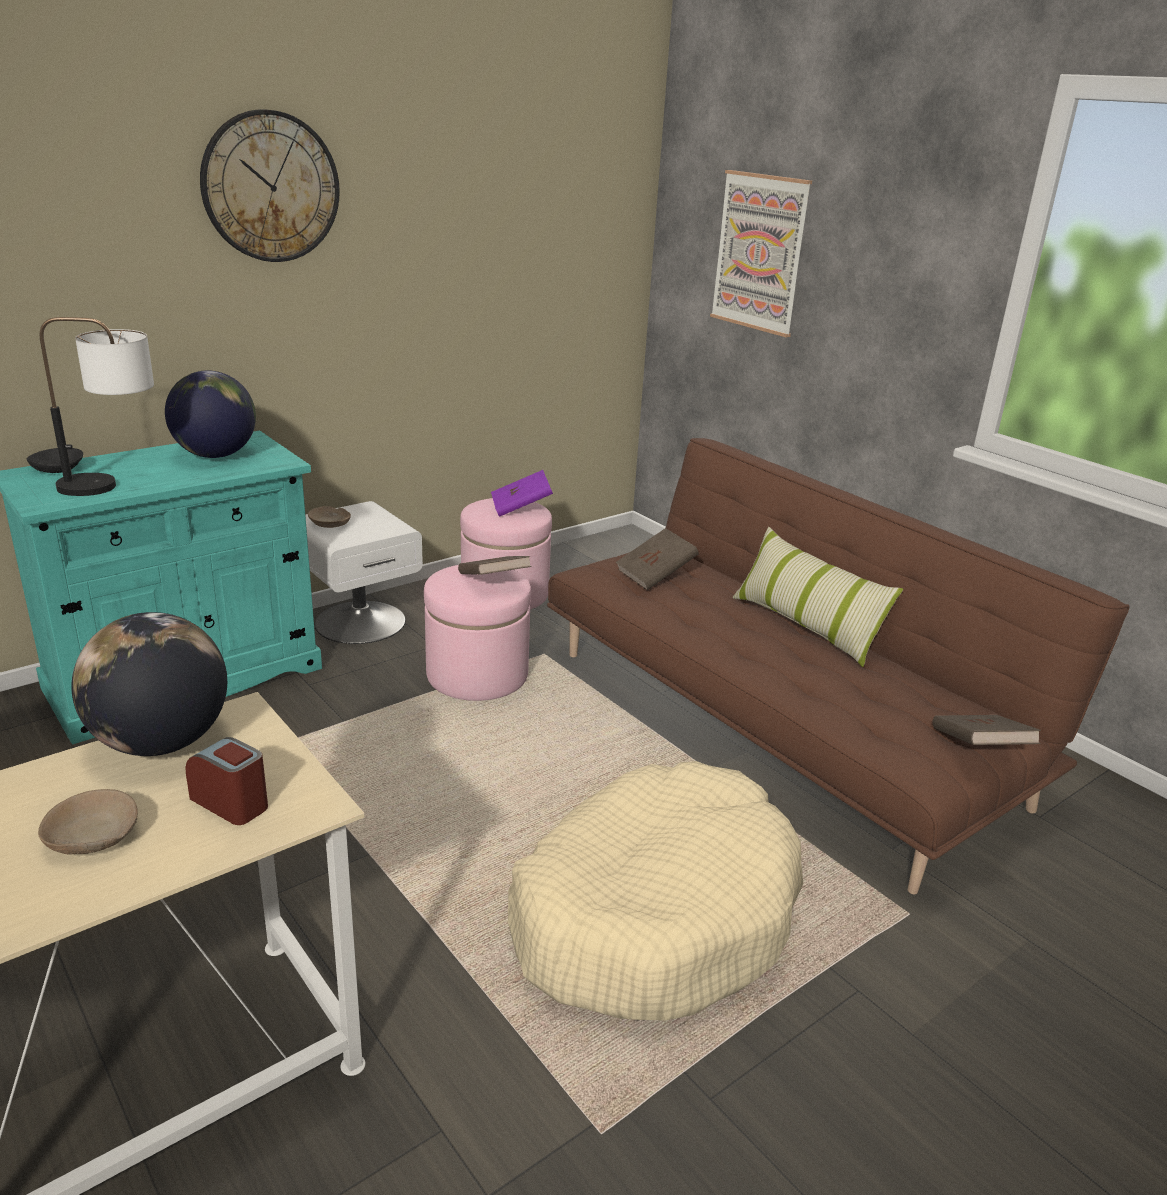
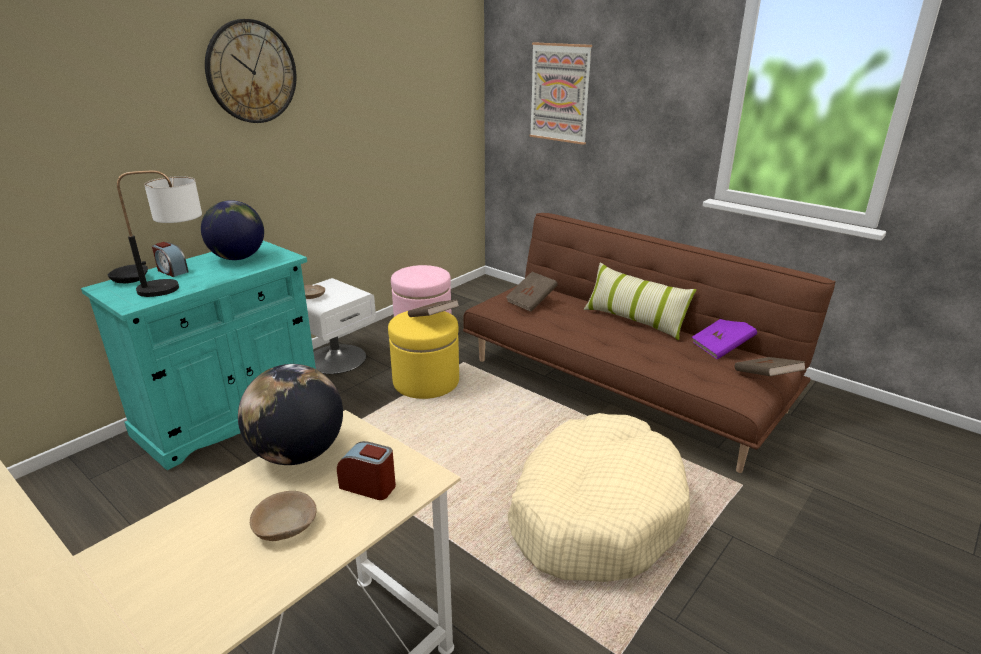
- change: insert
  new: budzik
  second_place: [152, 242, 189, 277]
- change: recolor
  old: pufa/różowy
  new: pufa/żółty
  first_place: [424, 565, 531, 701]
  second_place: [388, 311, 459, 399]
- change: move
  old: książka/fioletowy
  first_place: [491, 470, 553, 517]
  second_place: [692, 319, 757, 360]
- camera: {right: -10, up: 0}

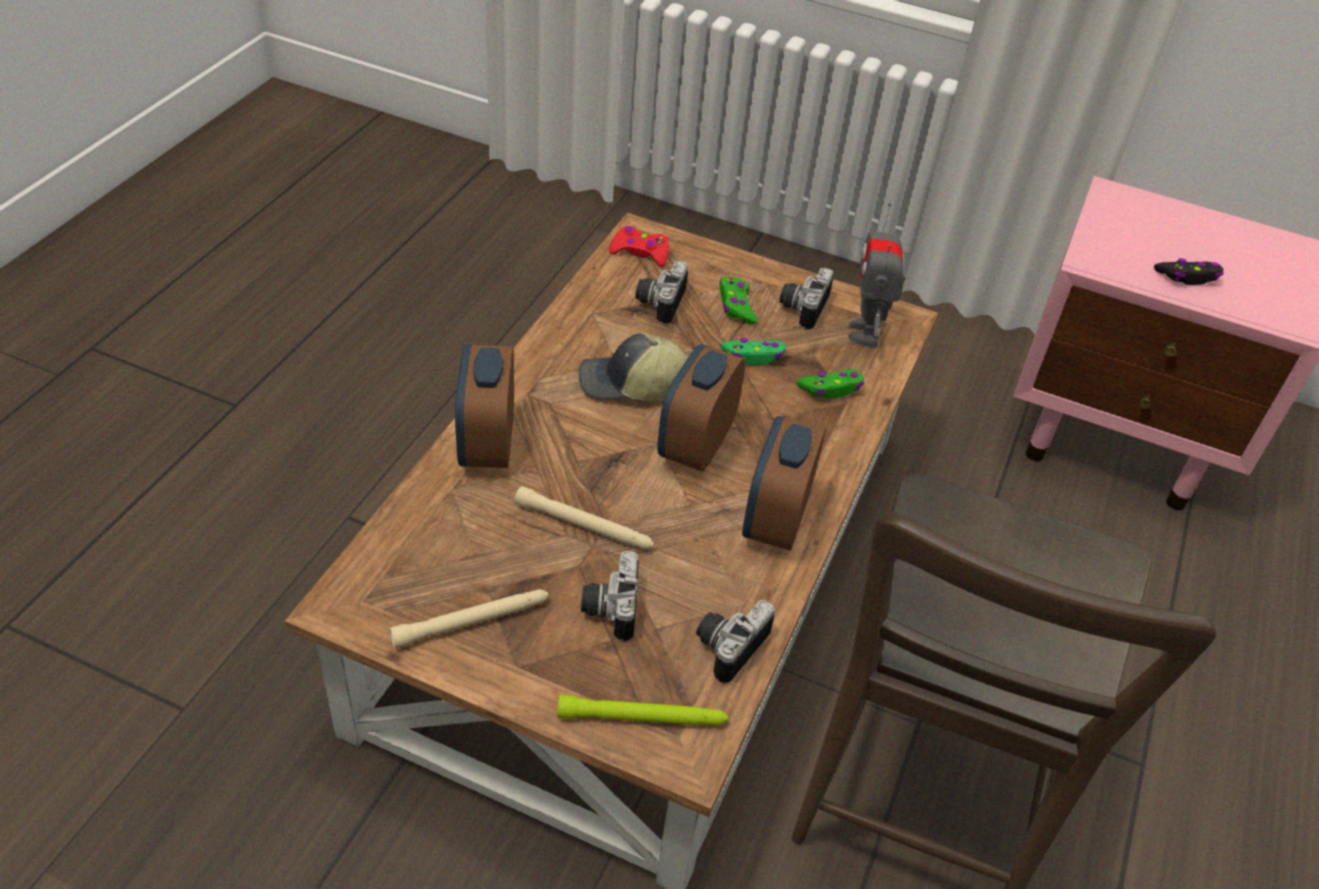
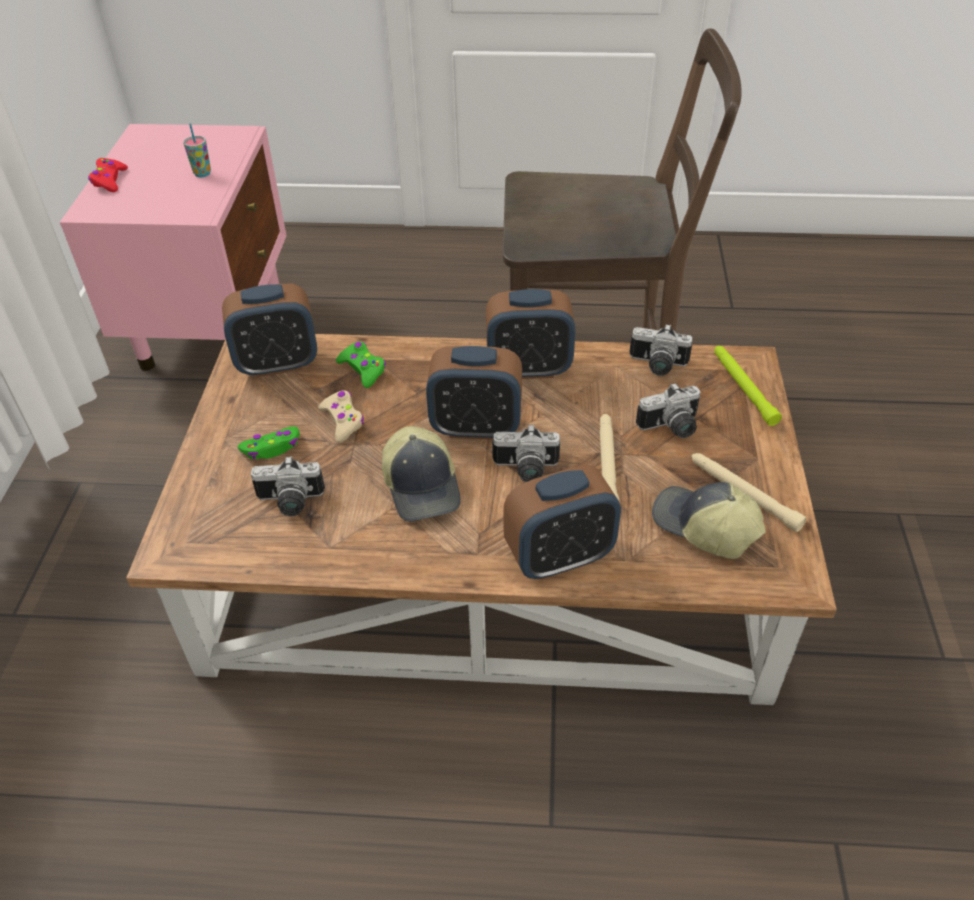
- change: move
  old: pad do gier/czerwony
  first_place: [609, 226, 669, 267]
  second_place: [88, 158, 128, 192]
- change: replace
  old: pad do gier/czarny
  new: filiżanka
  first_place: [1154, 258, 1224, 285]
  second_place: [183, 123, 211, 177]
- change: replace
  old: robot zabawkowy
  new: budzik
  first_place: [848, 203, 904, 348]
  second_place: [222, 284, 317, 378]
- change: recolor
  old: pad do gier/zielony
  new: pad do gier/beżowy
  first_place: [721, 338, 786, 365]
  second_place: [318, 390, 364, 443]
- change: move
  old: aparat fotograficzny
  first_place: [779, 268, 833, 330]
  second_place: [492, 424, 560, 482]
- change: insert
  new: czapka z daszkiem
  second_place: [652, 482, 766, 559]
- camera: {right: -105, up: 0}

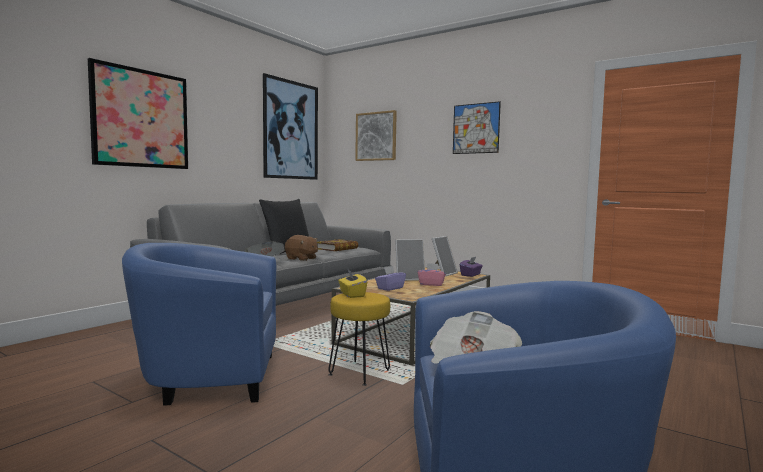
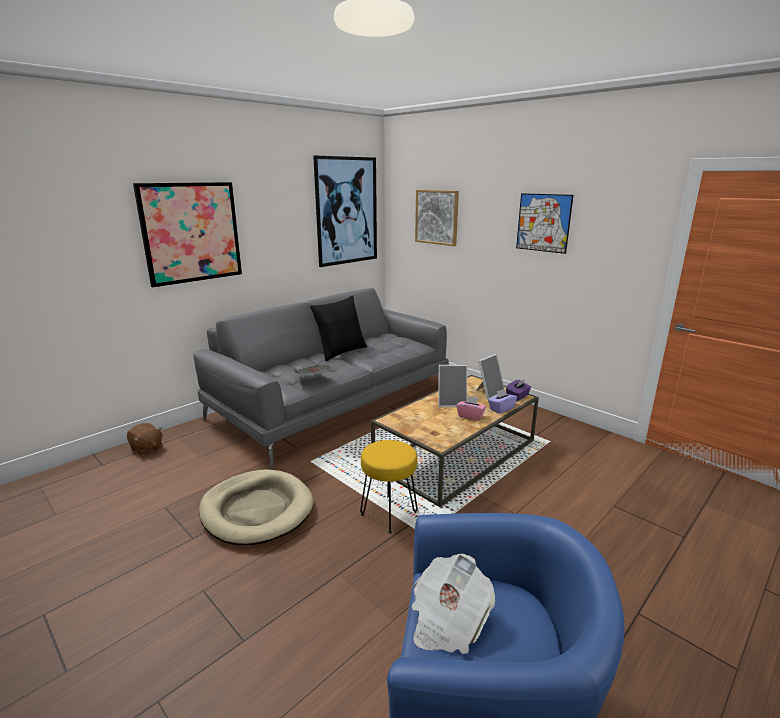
- change: move
  old: pluszak/brązowy
  first_place: [285, 235, 318, 261]
  second_place: [127, 423, 163, 456]
- change: replace
  old: fotel/niebieski
  new: legowisko/beżowy
  first_place: [122, 243, 276, 406]
  second_place: [199, 469, 313, 545]
- change: move
  old: pudełko chusteczek/fioletowy
  first_place: [375, 266, 406, 291]
  second_place: [488, 389, 517, 414]
- change: delete
  old: książka
  first_place: [317, 239, 358, 251]
- change: delete
  old: pudełko chusteczek/żółty
  first_place: [338, 270, 367, 298]
- camera: {right: 10, up: 15}

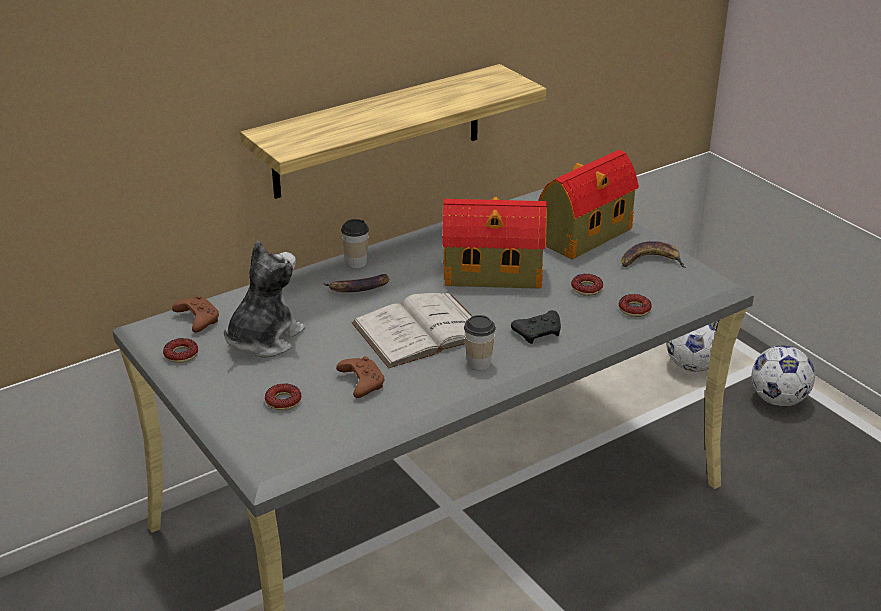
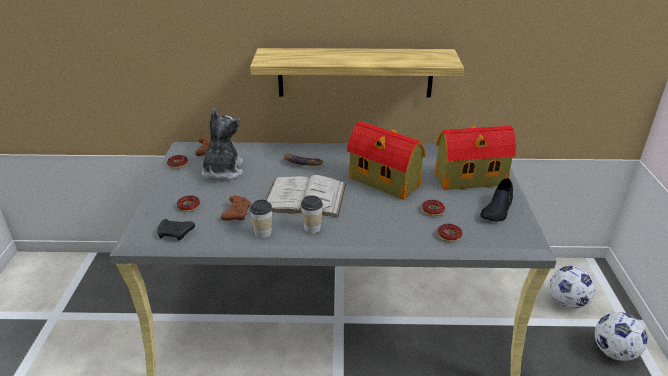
- change: move
  old: pad do gier/czarny
  first_place: [511, 310, 561, 344]
  second_place: [157, 219, 195, 240]
- change: rotate
  old: pluszak
  first_place: [224, 240, 305, 357]
  second_place: [202, 109, 243, 180]
  degrees: -60
- change: move
  old: filiżanka
  first_place: [341, 219, 369, 268]
  second_place: [250, 200, 272, 238]
- change: replace
  old: banan
  new: but/czarny
  first_place: [622, 241, 686, 268]
  second_place: [480, 178, 513, 222]
- camera: {right: 35, up: 0}

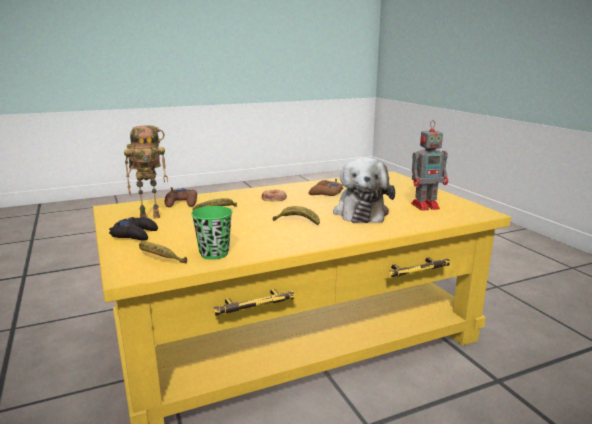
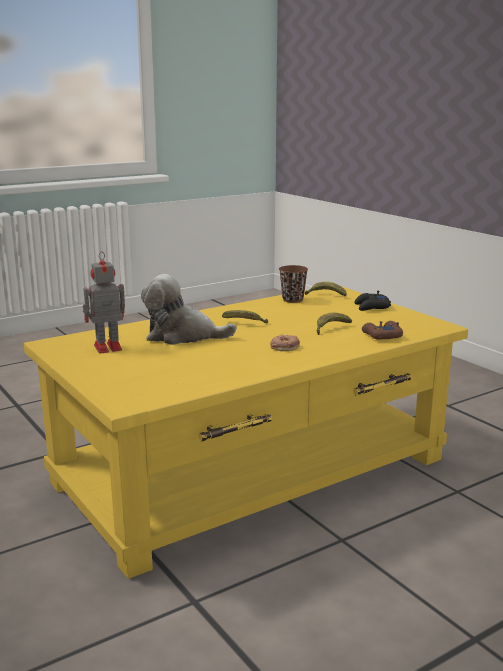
- change: rotate
  old: pluszak
  first_place: [333, 157, 395, 223]
  second_place: [141, 274, 237, 345]
  degrees: -75
- change: recolor
  old: filiżanka/zielony
  new: filiżanka/brązowy
  first_place: [191, 206, 233, 260]
  second_place: [279, 265, 308, 303]
- change: delete
  old: robot zabawkowy
  first_place: [124, 125, 168, 219]
- change: delete
  old: pad do gier/brązowy
  first_place: [309, 179, 344, 196]
- camera: {right: 170, up: 0}

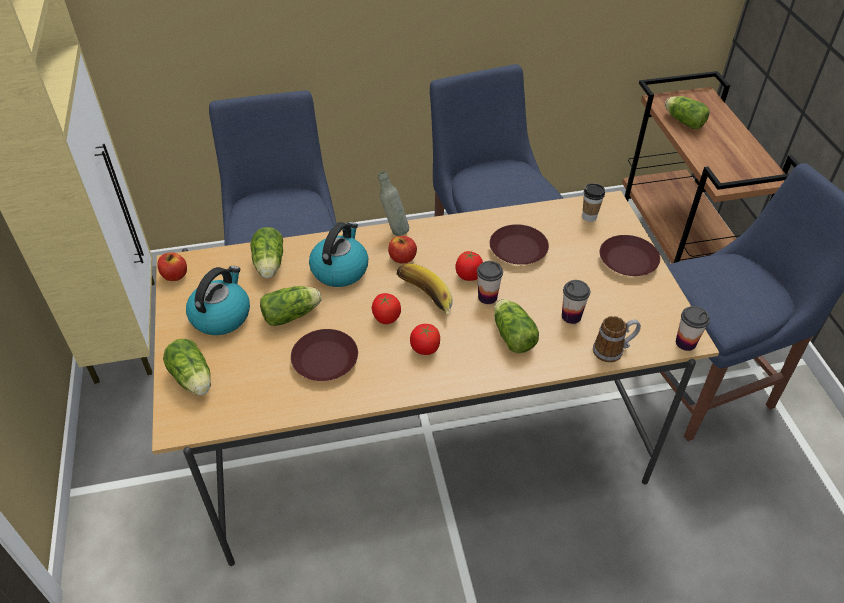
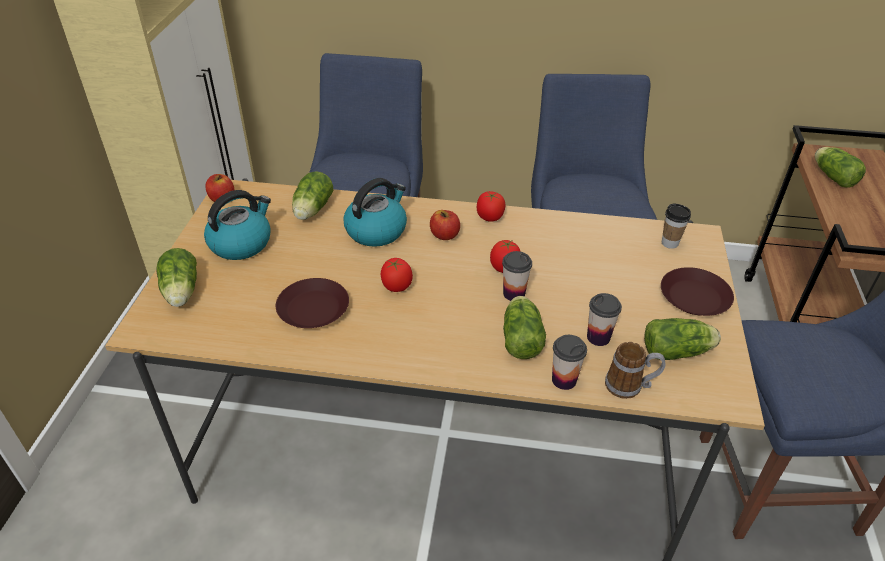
- change: move
  old: pomidor
  first_place: [410, 324, 440, 355]
  second_place: [477, 191, 505, 222]
- change: move
  old: filiżanka
  first_place: [676, 306, 710, 351]
  second_place: [552, 335, 587, 390]
- change: move
  old: sałata
  first_place: [260, 286, 322, 326]
  second_place: [644, 318, 721, 360]
- change: delete
  old: butelka/szary
  first_place: [378, 171, 409, 236]
- change: delete
  old: banan
  first_place: [397, 263, 453, 314]
- change: delete
  old: talerz/brązowy
  first_place: [490, 224, 549, 265]
- camera: {right: 20, up: -5}

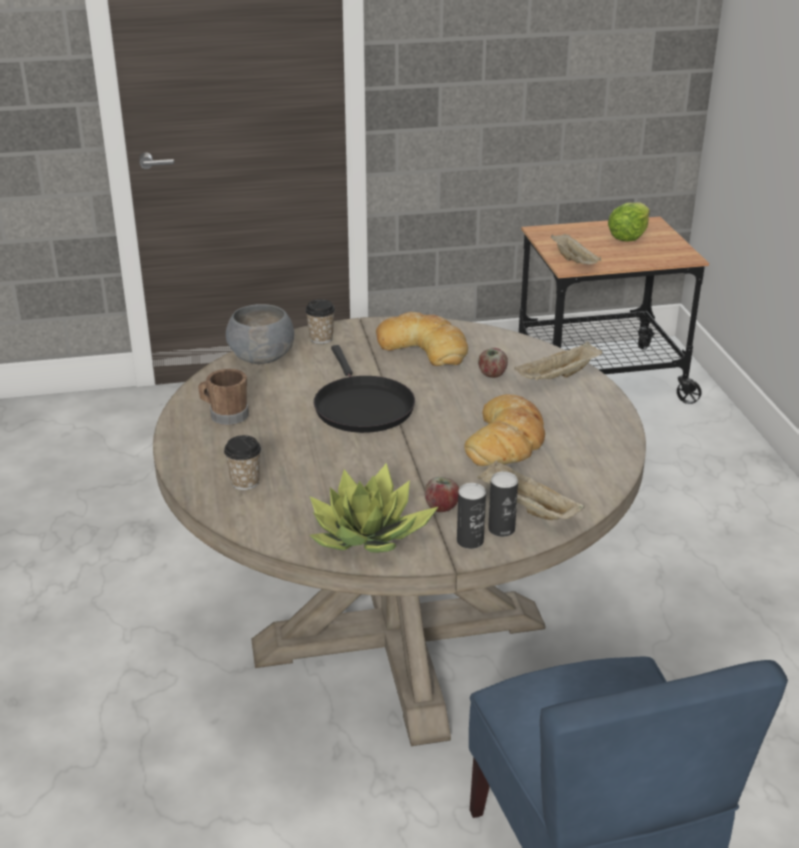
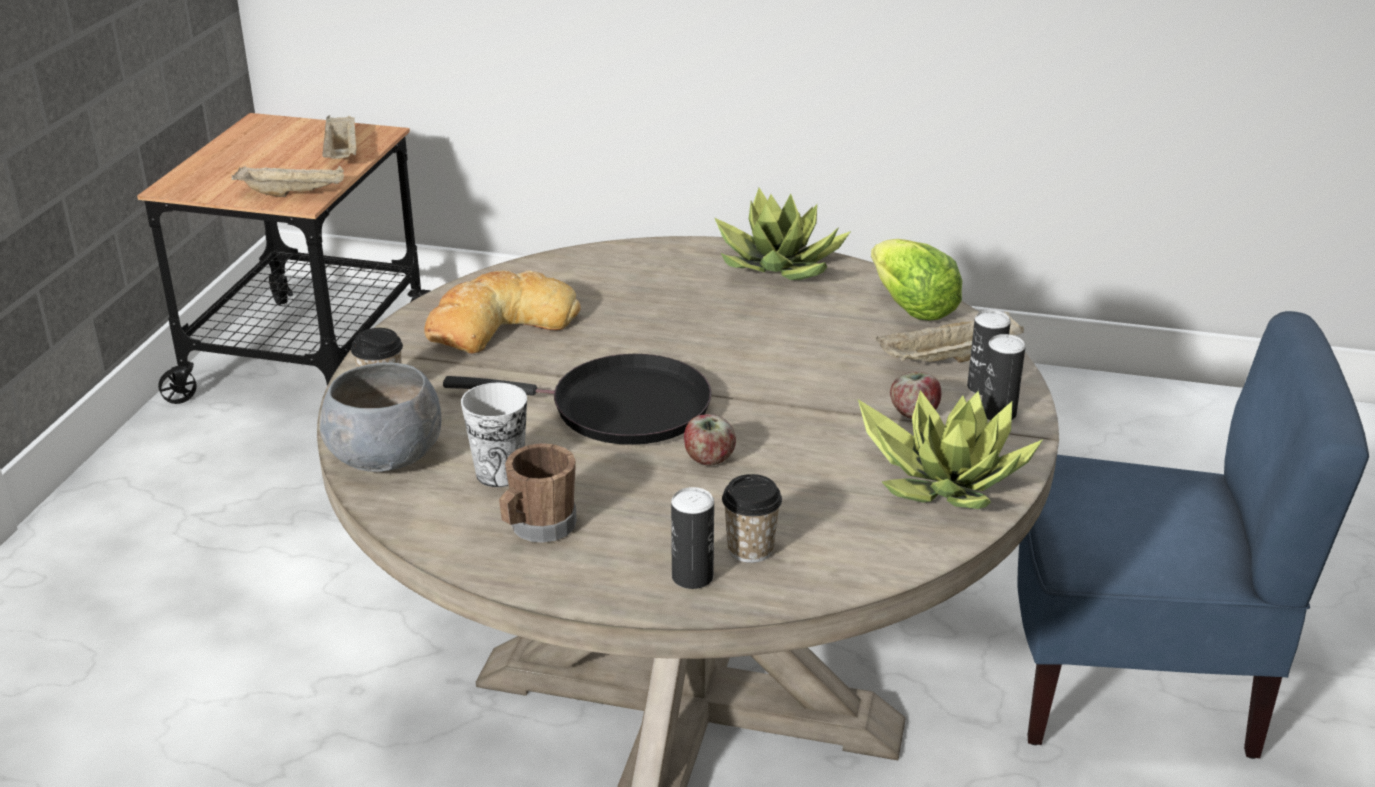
- change: move
  old: taca/beżowy
  first_place: [514, 342, 602, 381]
  second_place: [322, 115, 357, 159]
- change: insert
  new: filiżanka
  second_place: [461, 383, 527, 487]
- change: insert
  new: puszka
  second_place: [671, 487, 714, 589]
- change: move
  old: jabłko
  first_place: [478, 348, 508, 378]
  second_place: [684, 414, 736, 465]
- change: insert
  new: roślina doniczkowa
  second_place: [715, 188, 851, 280]
- change: move
  old: sałata
  first_place: [608, 203, 650, 242]
  second_place: [871, 239, 962, 320]
- change: delete
  old: chleb
  first_place: [464, 394, 545, 466]
- camera: {right: -65, up: 0}

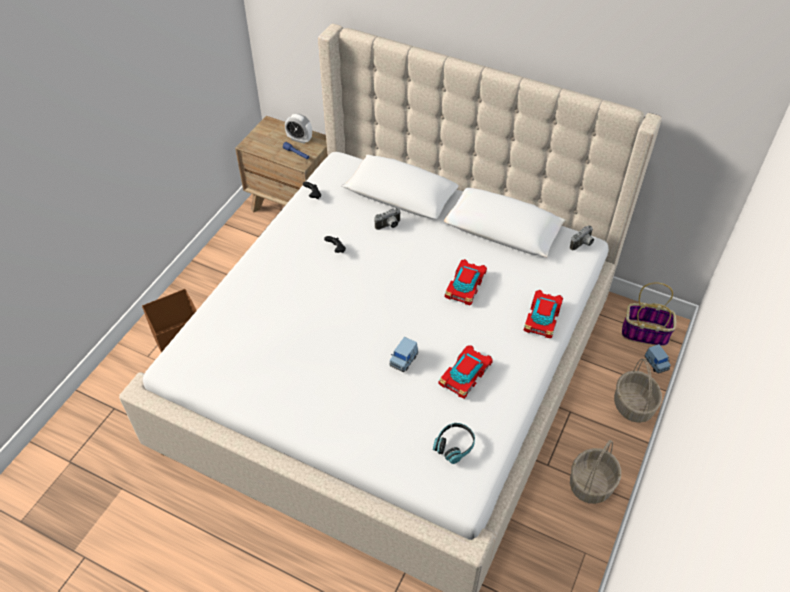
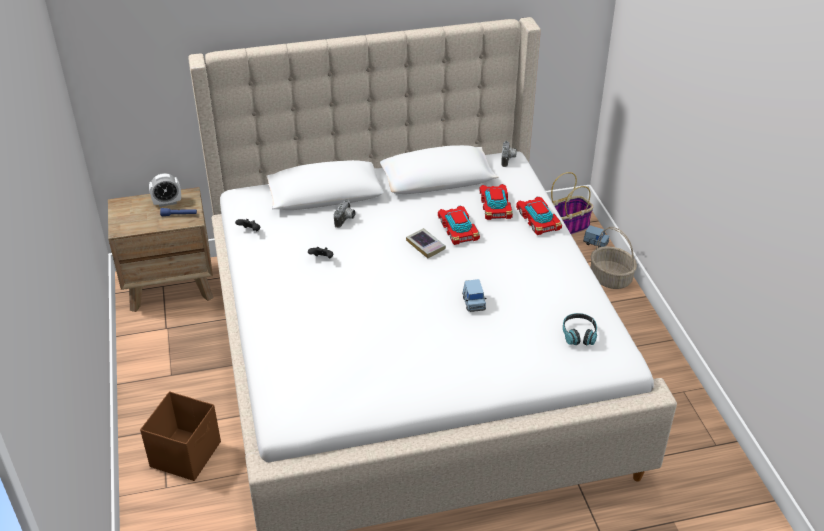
- change: insert
  new: książka
  second_place: [406, 228, 446, 258]
- change: move
  old: samochodzik
  first_place: [439, 345, 493, 399]
  second_place: [479, 184, 513, 220]
- change: delete
  old: koszyk
  first_place: [570, 440, 621, 504]
- camera: {right: -40, up: -10}

